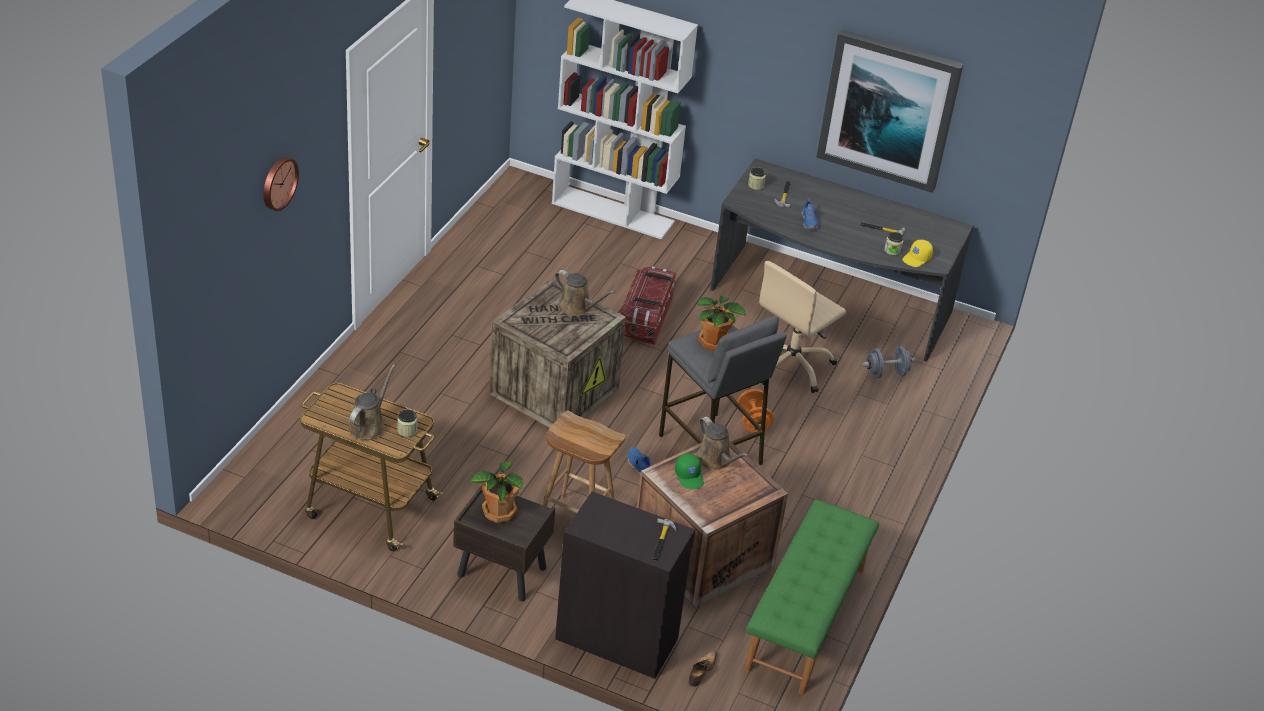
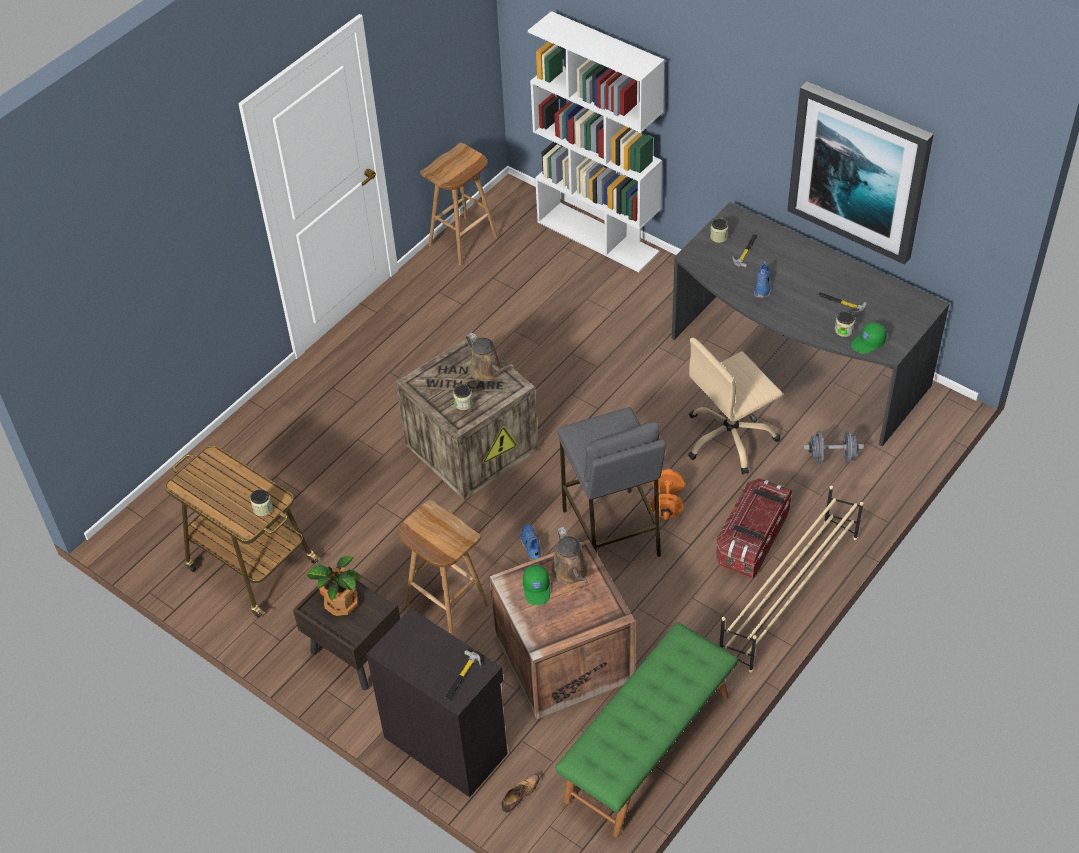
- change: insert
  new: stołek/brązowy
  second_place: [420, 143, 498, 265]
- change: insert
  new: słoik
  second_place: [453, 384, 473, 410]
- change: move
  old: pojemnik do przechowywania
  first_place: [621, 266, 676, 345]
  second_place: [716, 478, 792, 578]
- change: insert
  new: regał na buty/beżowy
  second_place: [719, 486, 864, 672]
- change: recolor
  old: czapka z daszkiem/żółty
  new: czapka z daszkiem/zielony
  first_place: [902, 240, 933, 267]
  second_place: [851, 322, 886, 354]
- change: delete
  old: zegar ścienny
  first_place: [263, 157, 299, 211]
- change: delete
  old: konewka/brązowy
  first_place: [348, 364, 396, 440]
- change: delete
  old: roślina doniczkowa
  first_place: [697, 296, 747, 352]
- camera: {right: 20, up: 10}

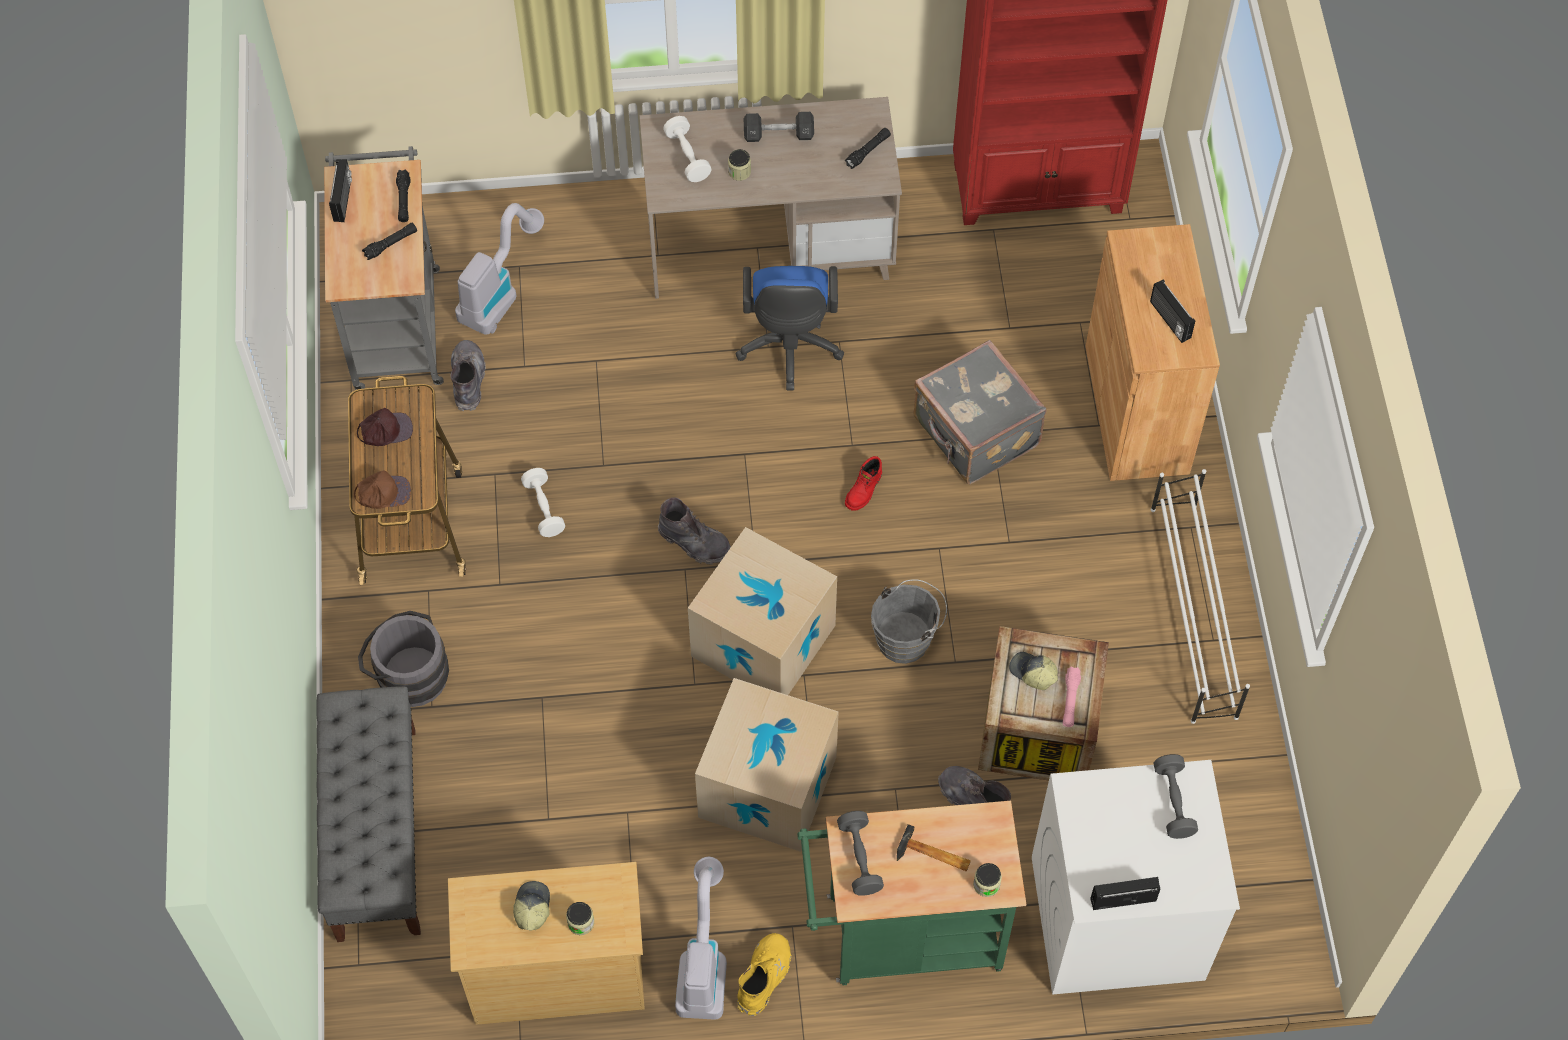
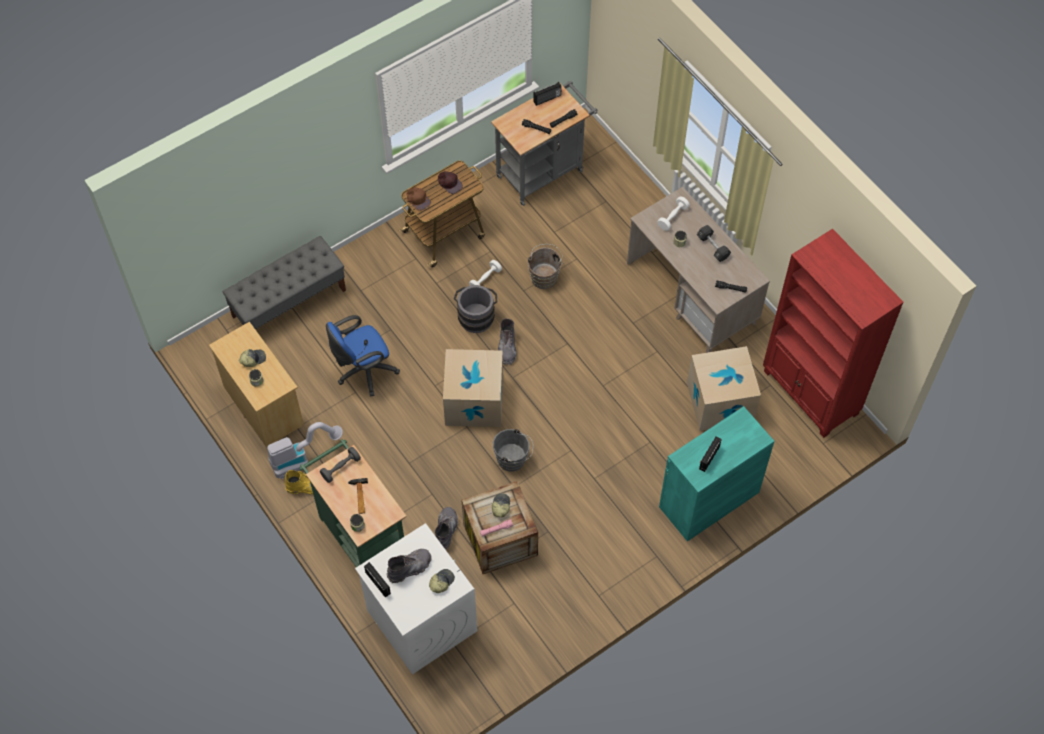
- change: move
  old: krzesło biurowe/niebieski
  first_place: [735, 266, 844, 391]
  second_place: [326, 315, 400, 396]
- change: move
  old: but z cholewką/szary
  first_place: [450, 340, 486, 412]
  second_place: [386, 549, 432, 583]
- change: replace
  old: hantel/szary
  new: czapka z daszkiem
  first_place: [1153, 754, 1198, 839]
  second_place: [429, 569, 455, 593]
- change: move
  old: wiadro/szary
  first_place: [358, 611, 449, 707]
  second_place: [454, 285, 497, 333]
- change: insert
  new: wiadro/brązowy
  second_place: [527, 244, 564, 289]
- change: recolor
  old: szafka/brązowy
  new: szafka/turkusowy
  first_place: [1086, 224, 1220, 481]
  second_place: [659, 406, 774, 541]
- change: move
  old: karton
  first_place: [695, 678, 839, 852]
  second_place: [687, 346, 761, 431]
- change: delete
  old: odkurzacz
  first_place: [455, 203, 544, 334]
- change: delete
  old: but z cholewką/czerwony
  first_place: [845, 456, 882, 511]
- change: delete
  old: walizka/szary
  first_place: [913, 340, 1046, 484]
- change: delete
  old: regał na buty/biały
  first_place: [1151, 469, 1250, 724]
- camera: {right: 60, up: 0}

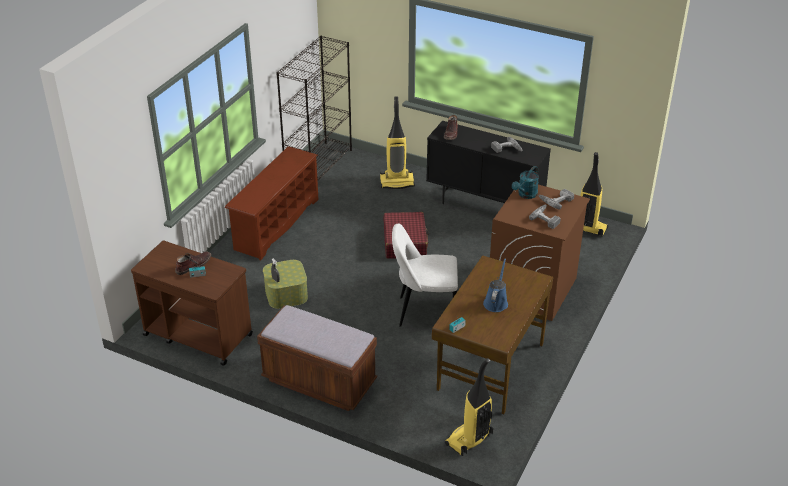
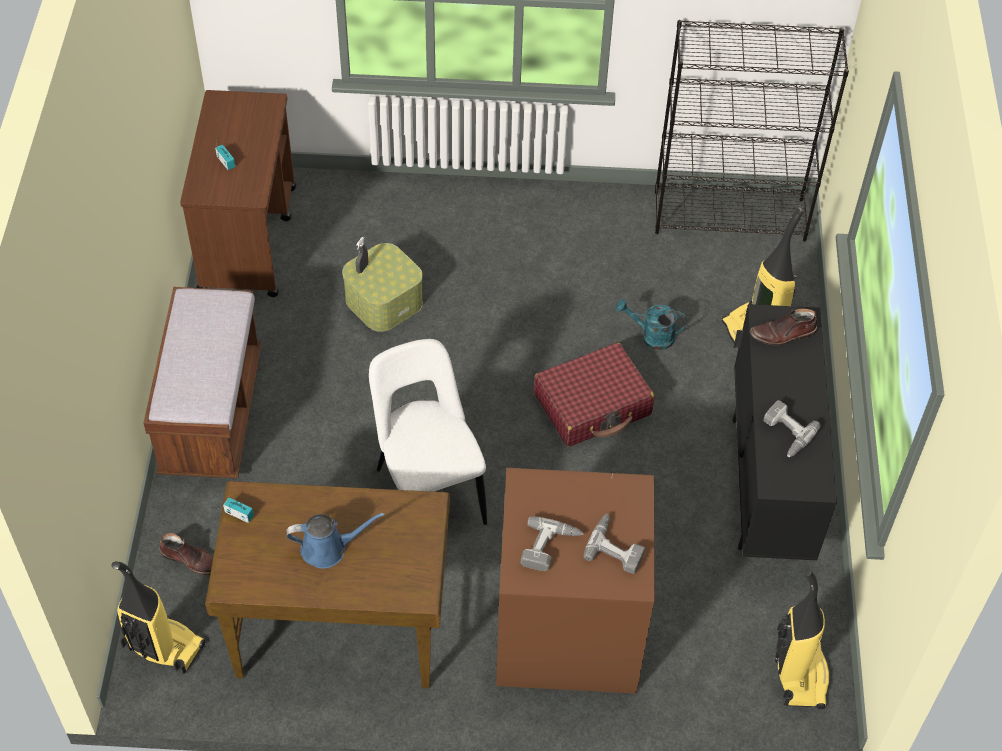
- change: move
  old: but z cholewką/brązowy
  first_place: [175, 251, 211, 275]
  second_place: [159, 533, 214, 575]
- change: move
  old: konewka/turkusowy
  first_place: [512, 166, 539, 199]
  second_place: [616, 299, 687, 350]
- change: delete
  old: regał na buty/brązowy
  first_place: [225, 146, 319, 261]
- camera: {right: 65, up: 15}

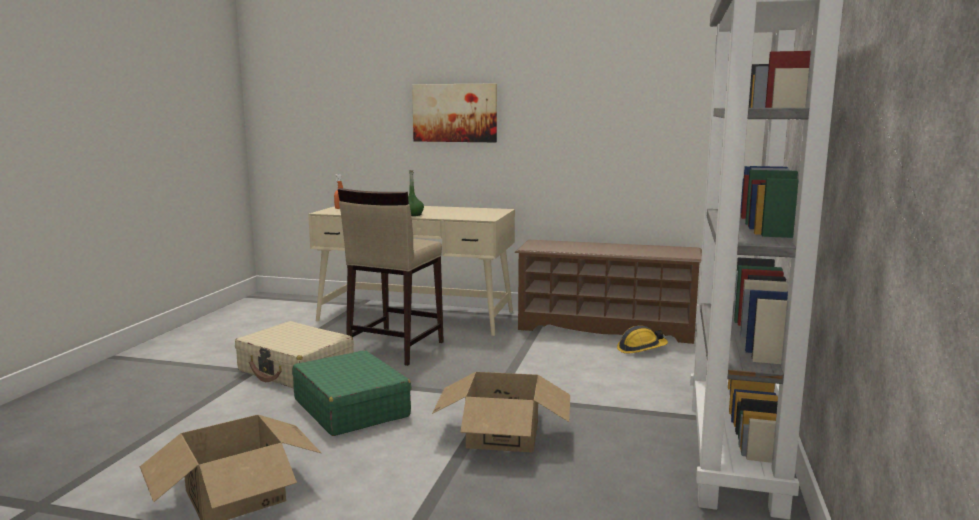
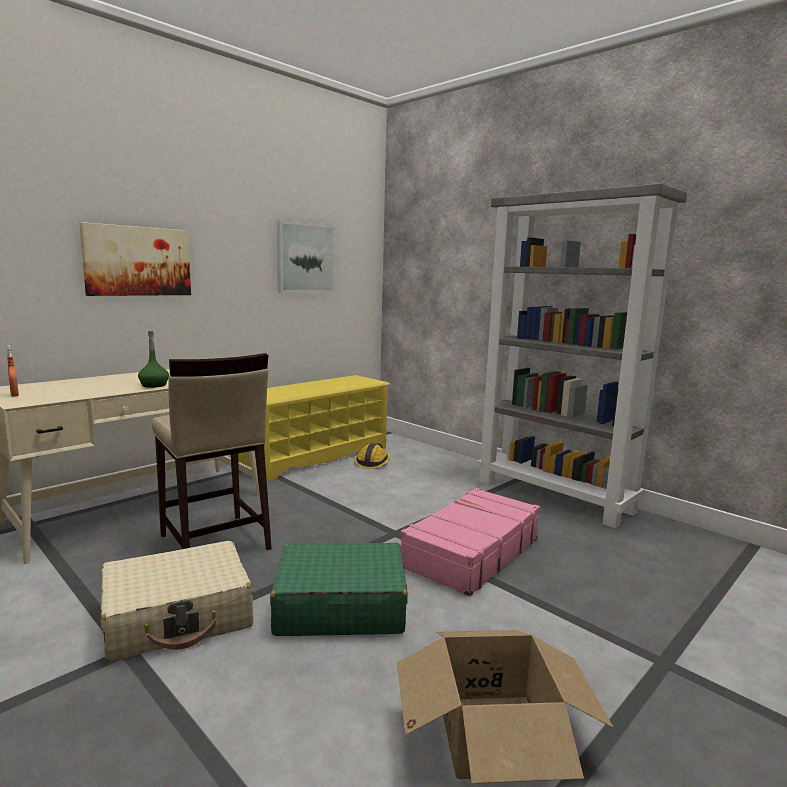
- change: recolor
  old: regał na buty/brązowy
  new: regał na buty/żółty
  first_place: [515, 240, 702, 344]
  second_place: [238, 375, 390, 482]
- change: insert
  new: obraz
  second_place: [277, 220, 335, 293]
- change: replace
  old: karton
  new: walizka/różowy
  first_place: [432, 372, 570, 452]
  second_place: [401, 488, 540, 596]
- camera: {right: -60, up: 0}

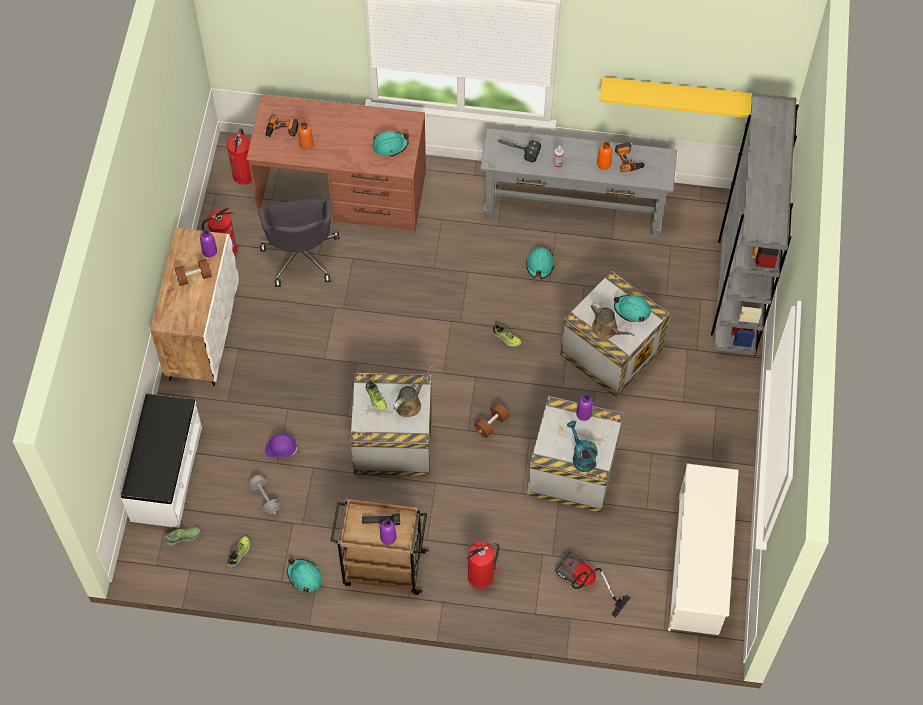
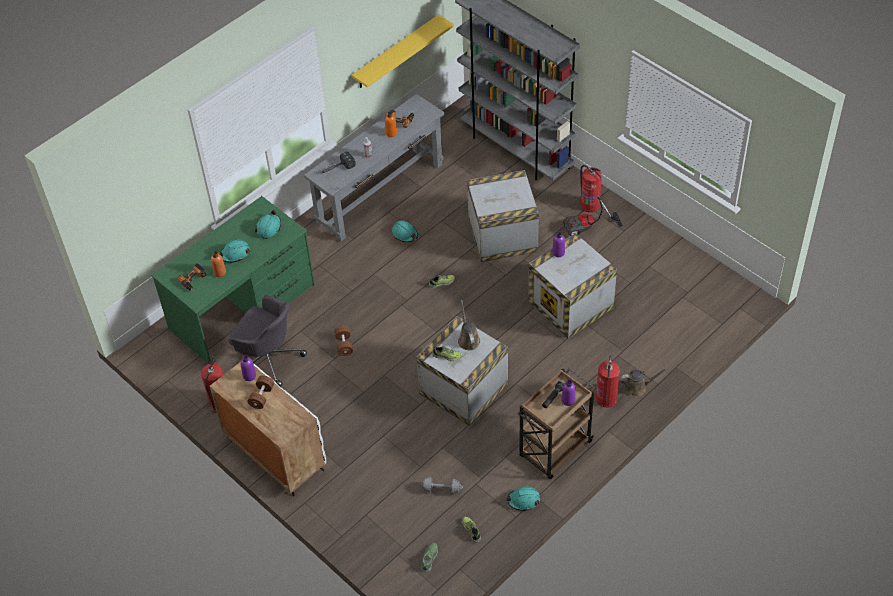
- change: recolor
  old: biurko/brązowy
  new: biurko/zielony
  first_place: [246, 94, 426, 233]
  second_place: [151, 196, 315, 364]
- change: move
  old: kask/turkusowy
  first_place: [614, 295, 651, 322]
  second_place: [219, 239, 250, 263]
- change: move
  old: hantel/brązowy
  first_place: [474, 403, 509, 438]
  second_place: [335, 326, 353, 356]
- change: move
  old: odkurzacz
  first_place: [555, 552, 631, 618]
  second_place: [563, 197, 623, 236]
- change: move
  old: gaśnica
  first_place: [227, 128, 252, 185]
  second_place: [579, 165, 602, 212]
- change: move
  old: konewka/brązowy
  first_place: [591, 303, 634, 339]
  second_place: [620, 368, 668, 397]
- change: delete
  old: ławka/biały
  first_place: [121, 394, 202, 528]
- change: delete
  old: kask/fioletowy
  first_place: [265, 434, 298, 457]
- change: delete
  old: konewka/turkusowy
  first_place: [567, 421, 597, 472]
- change: delete
  old: regał na buty/biały
  first_place: [668, 464, 739, 635]
- camera: {right: -50, up: -10}

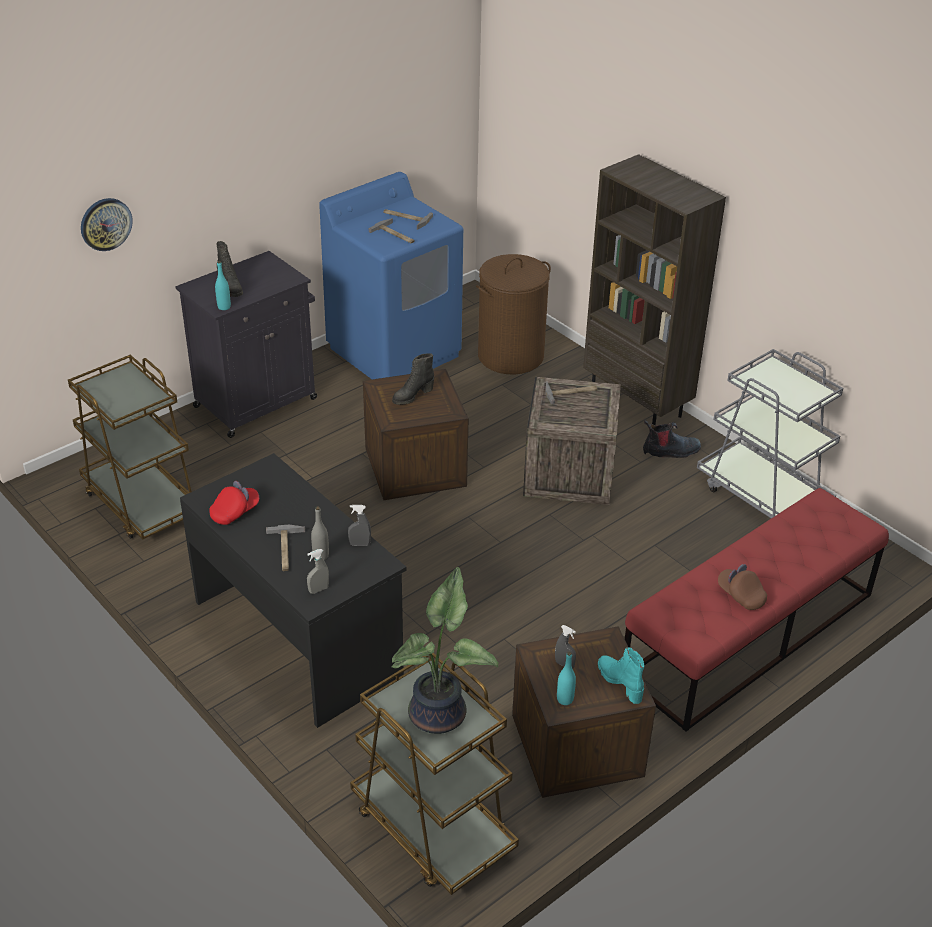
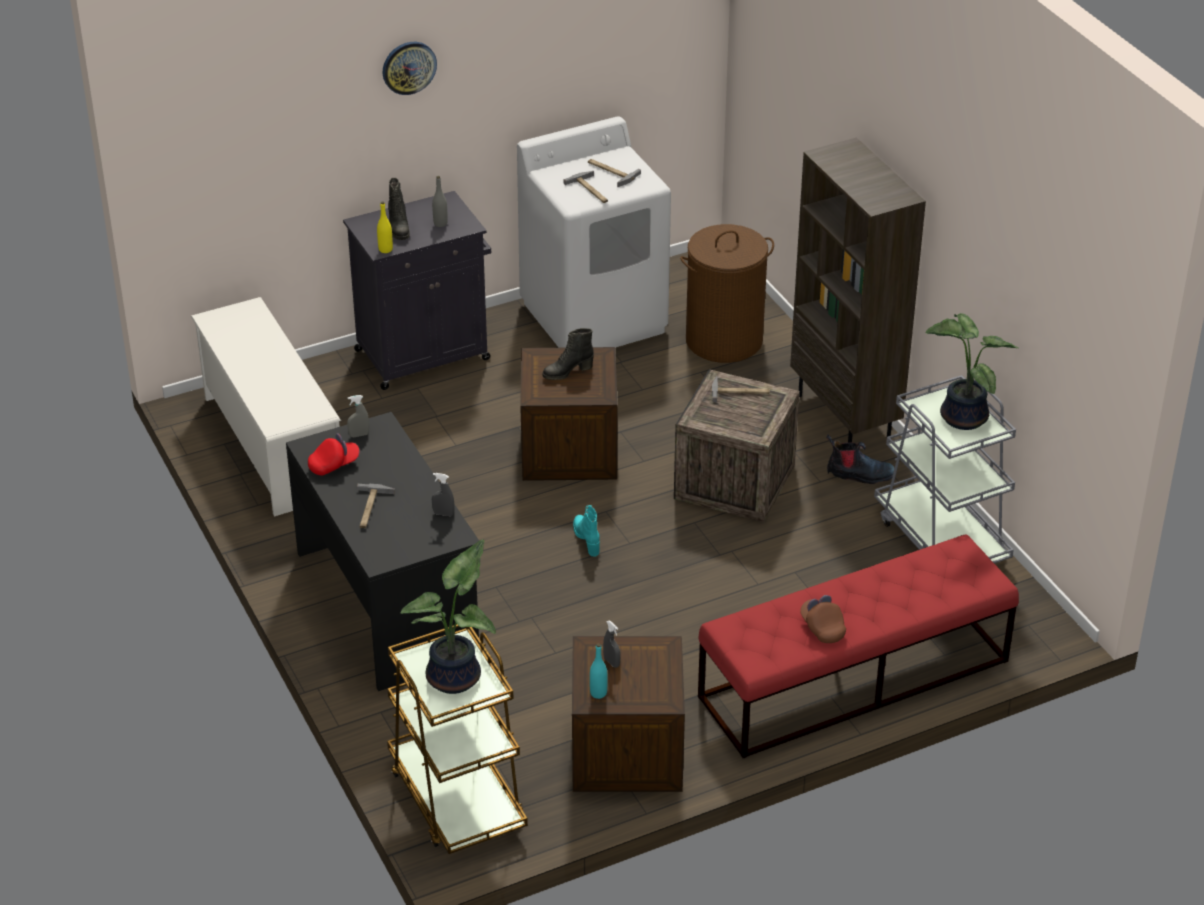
- change: replace
  old: wózek/brązowy
  new: regał na buty/biały
  first_place: [68, 355, 192, 540]
  second_place: [191, 297, 341, 517]
- change: move
  old: spryskiwacz/szary
  first_place: [307, 549, 329, 594]
  second_place: [347, 395, 369, 437]
- change: recolor
  old: butelka/turkusowy
  new: butelka/żółty
  first_place: [215, 261, 231, 310]
  second_place: [377, 202, 393, 253]
- change: move
  old: zegar ścienny
  first_place: [81, 198, 133, 251]
  second_place: [383, 42, 437, 95]
- change: move
  old: butelka/szary
  first_place: [311, 506, 329, 560]
  second_place: [432, 176, 448, 227]
- change: recolor
  old: pralka/niebieski
  new: pralka/biały
  first_place: [319, 172, 463, 379]
  second_place: [517, 116, 671, 348]
- change: move
  old: but z cholewką/turkusowy
  first_place: [598, 647, 645, 704]
  second_place: [573, 505, 600, 557]
- change: insert
  new: roślina doniczkowa
  second_place: [925, 313, 1018, 430]
- camera: {right: 15, up: 0}

